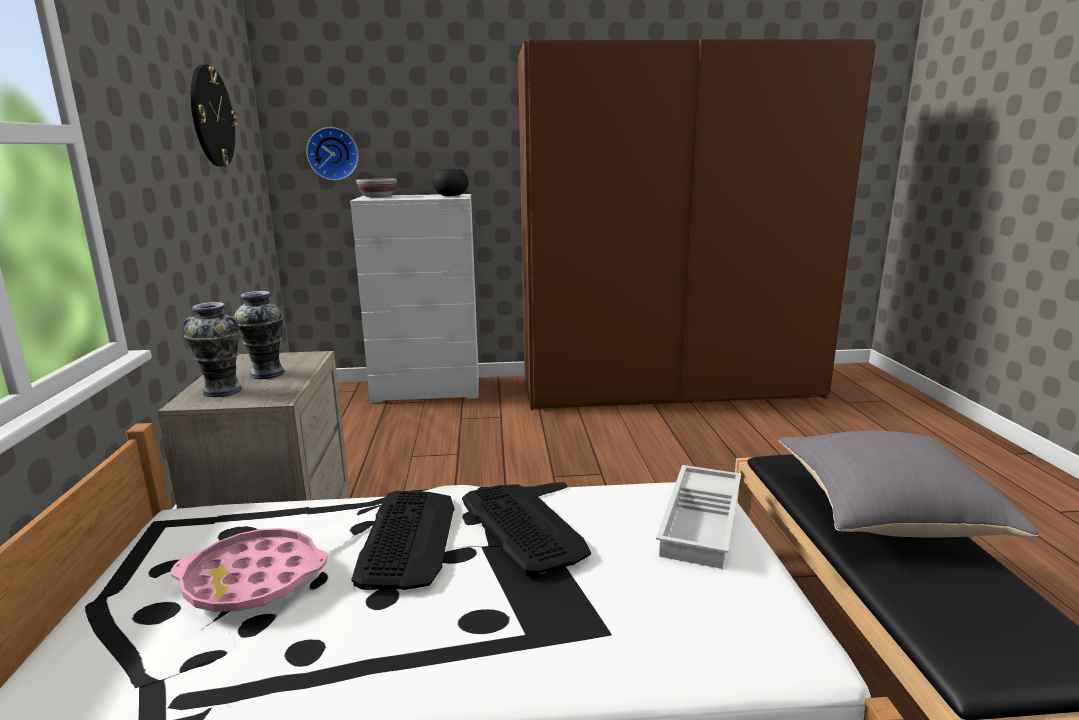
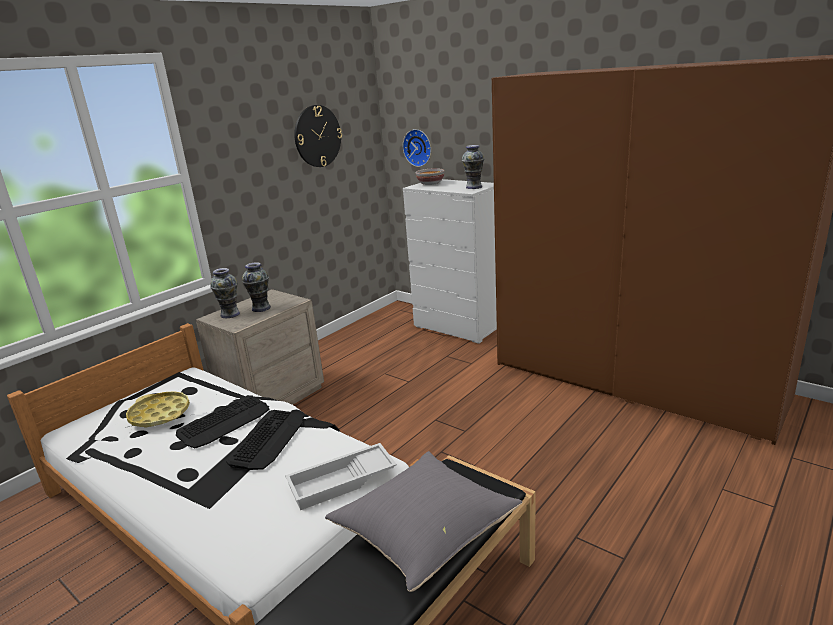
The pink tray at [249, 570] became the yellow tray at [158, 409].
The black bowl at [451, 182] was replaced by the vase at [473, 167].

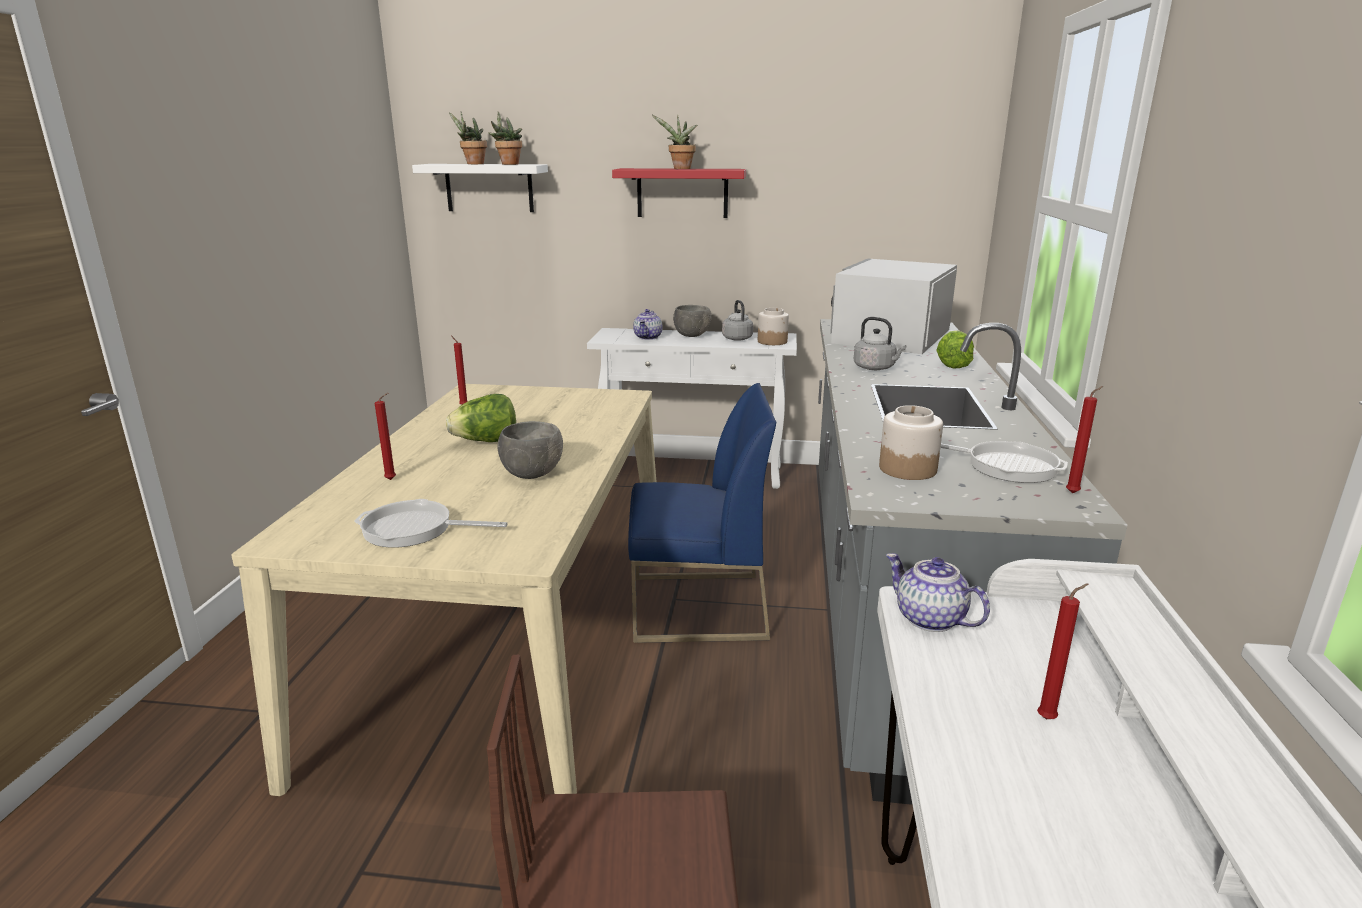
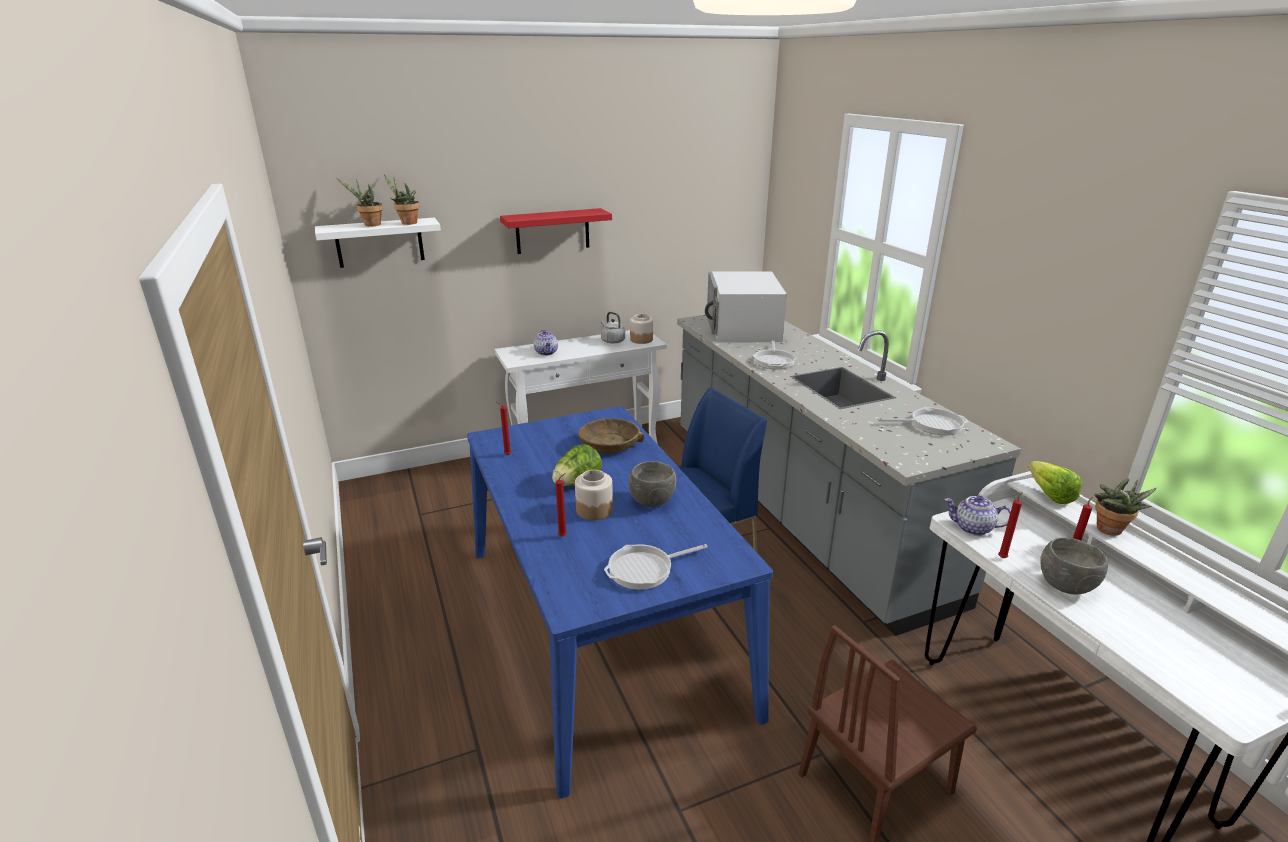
The beige dining table at [443, 590] became the blue dining table at [620, 602].
The potted plant moved from [674, 141] to [1125, 507].
The grey bowl moved from [692, 321] to [1074, 566].
The grey kettle at [880, 343] was replaced by the frying pan at [775, 354].
The jar moved from [911, 442] to [594, 495].
The lettuce moved from [955, 349] to [1055, 482].
The red candle moved from [1084, 439] to [1010, 525].
The brown bowl at [611, 436] appeared.

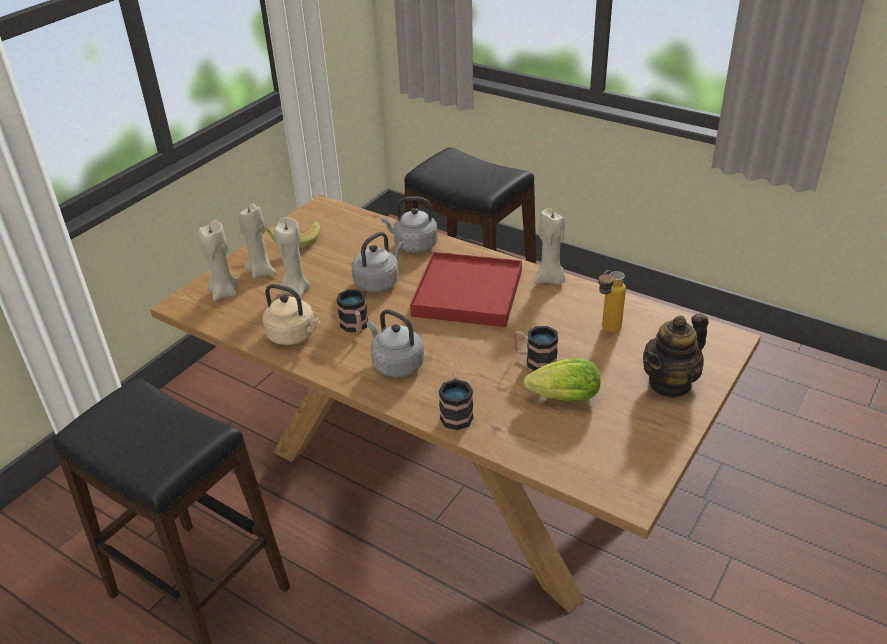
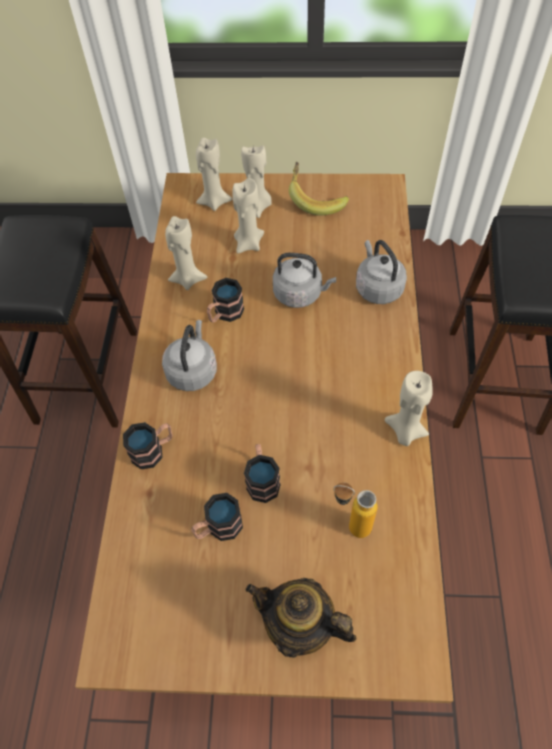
The beige kettle at [291, 314] was replaced by the beige candle at [186, 253].
The red tray at [466, 289] disappeared.
The lettuce at [562, 379] was replaced by the mug at [217, 517].

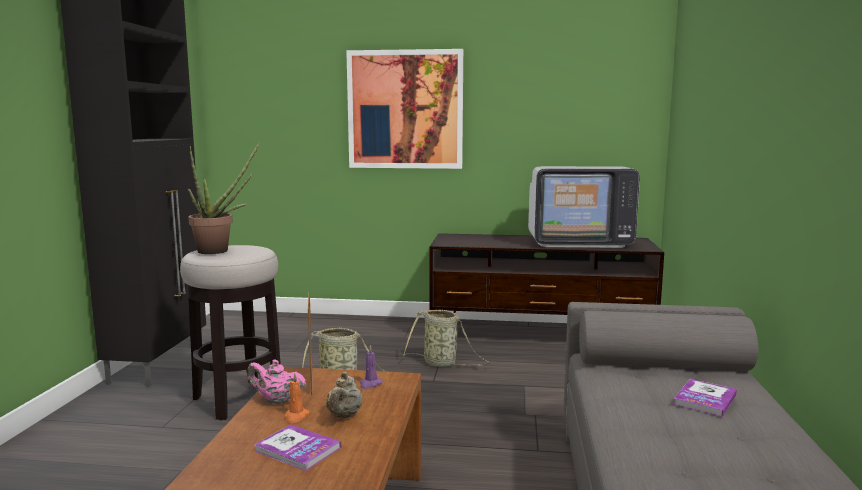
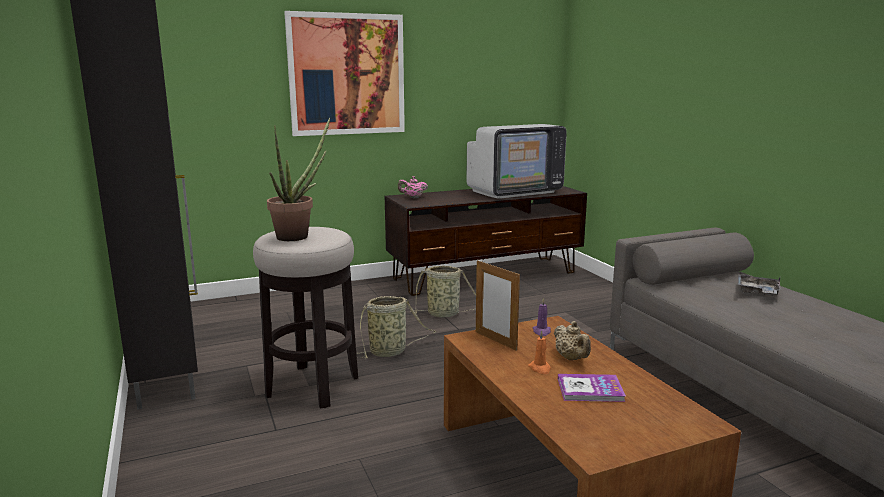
The pink teapot moved from [276, 381] to [413, 187].
The book at [705, 398] was replaced by the grey tray at [759, 285].

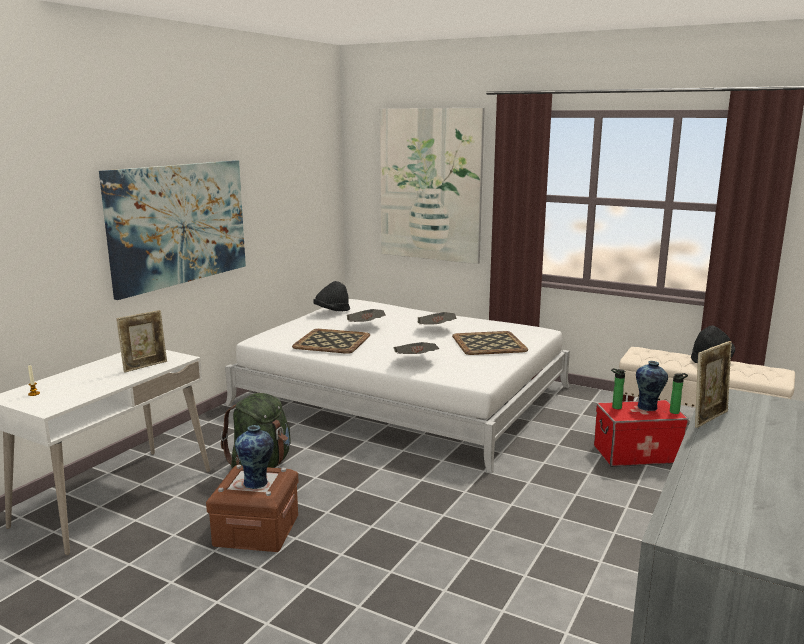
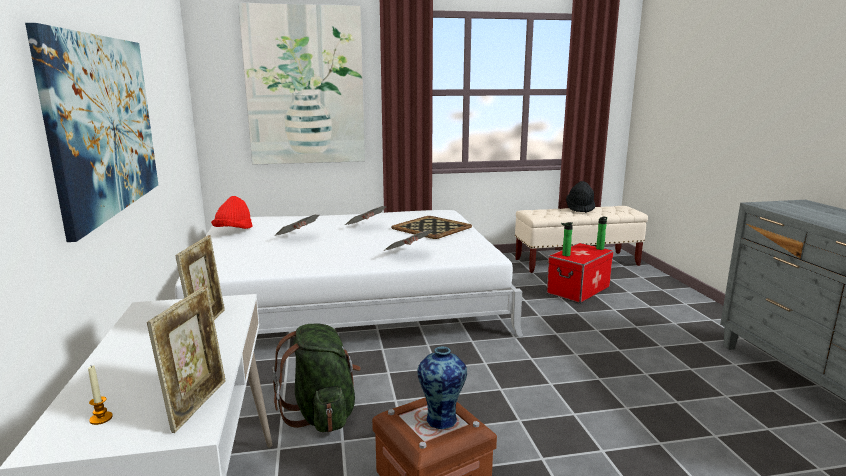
The tray at [331, 341] disappeared.
The black hat at [331, 296] became the red hat at [232, 212].
The vase at [652, 386] disappeared.
The picture frame moved from [713, 384] to [186, 359].

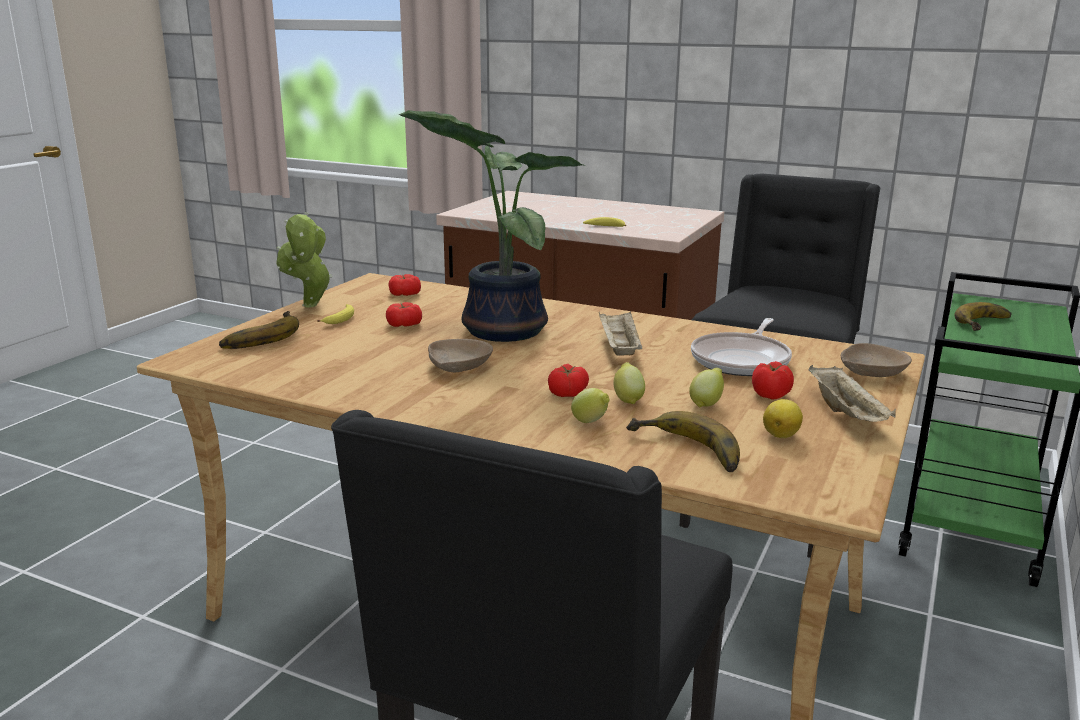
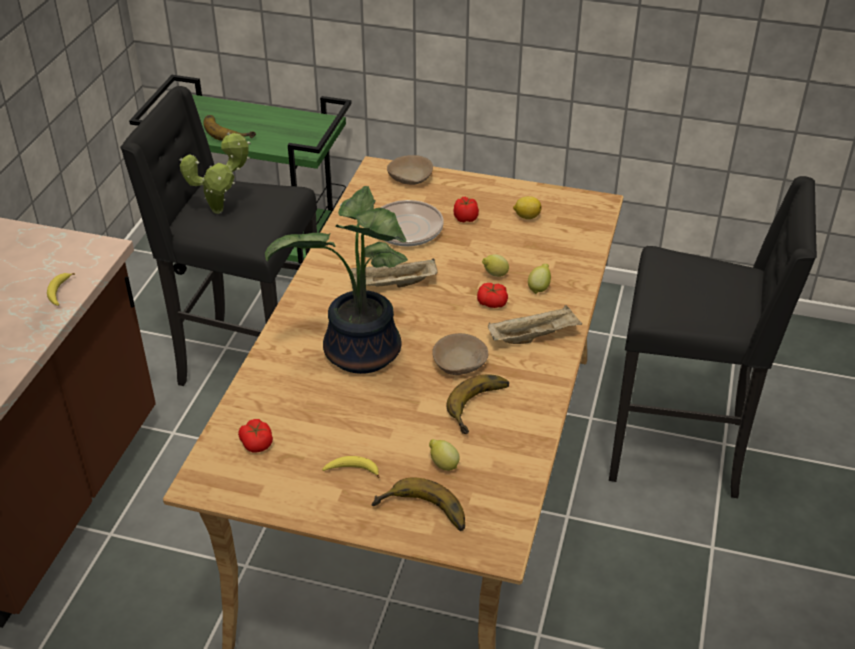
The potted plant moved from [304, 260] to [215, 173].
The tomato at [404, 314] disappeared.
The banana moved from [683, 441] to [477, 404].
The lemon moved from [706, 387] to [444, 455].
The beige tray moved from [852, 393] to [535, 324].

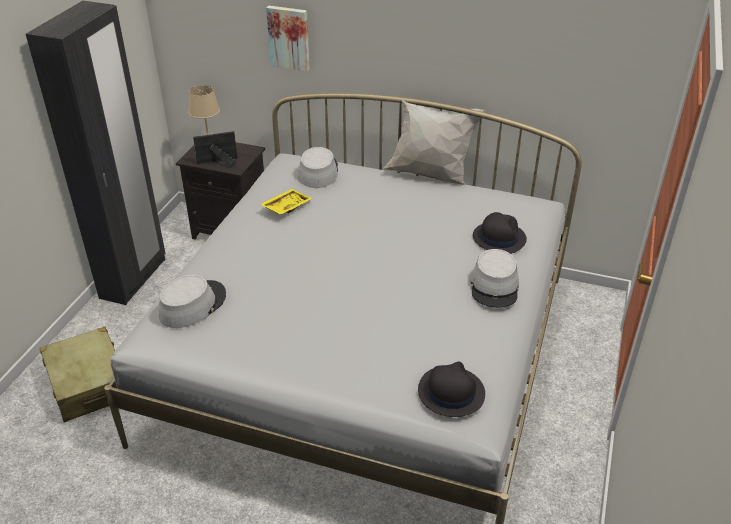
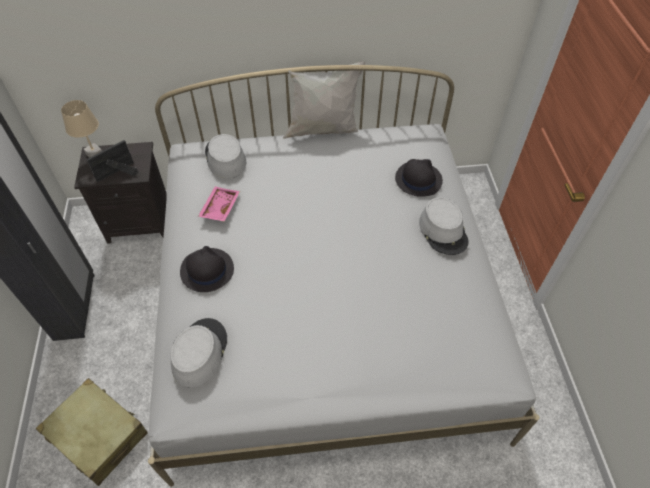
The yellow tray at [286, 202] became the pink tray at [219, 204].
The picture at [288, 39] disappeared.
The black hat moved from [451, 389] to [207, 269].

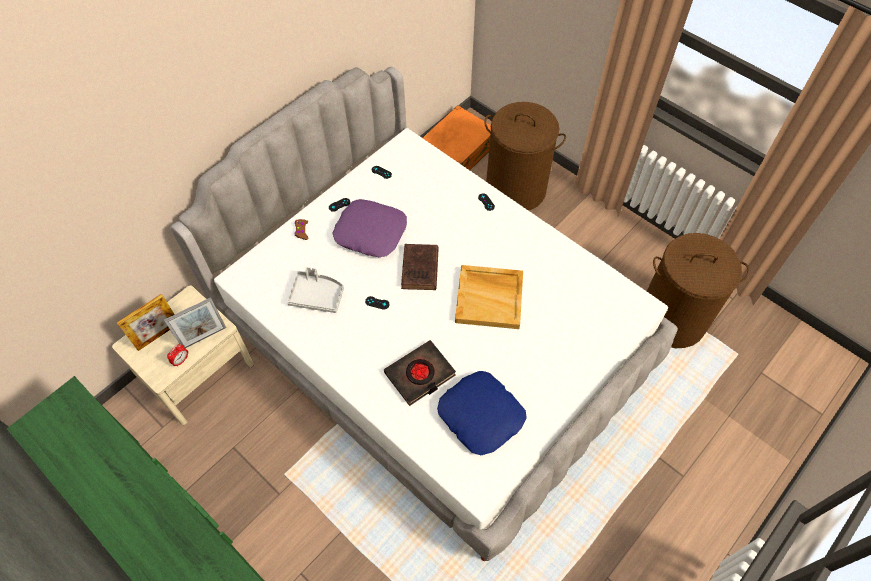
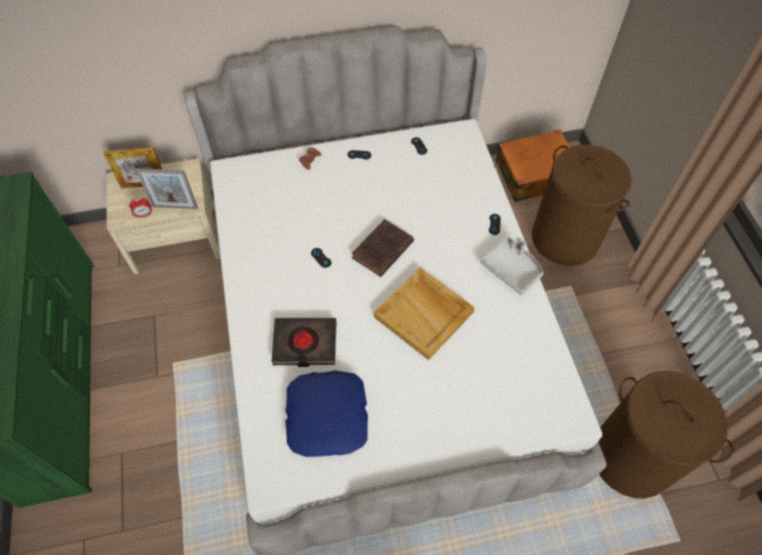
The grey tray moved from [315, 290] to [512, 265].
The purple pillow at [370, 228] disappeared.

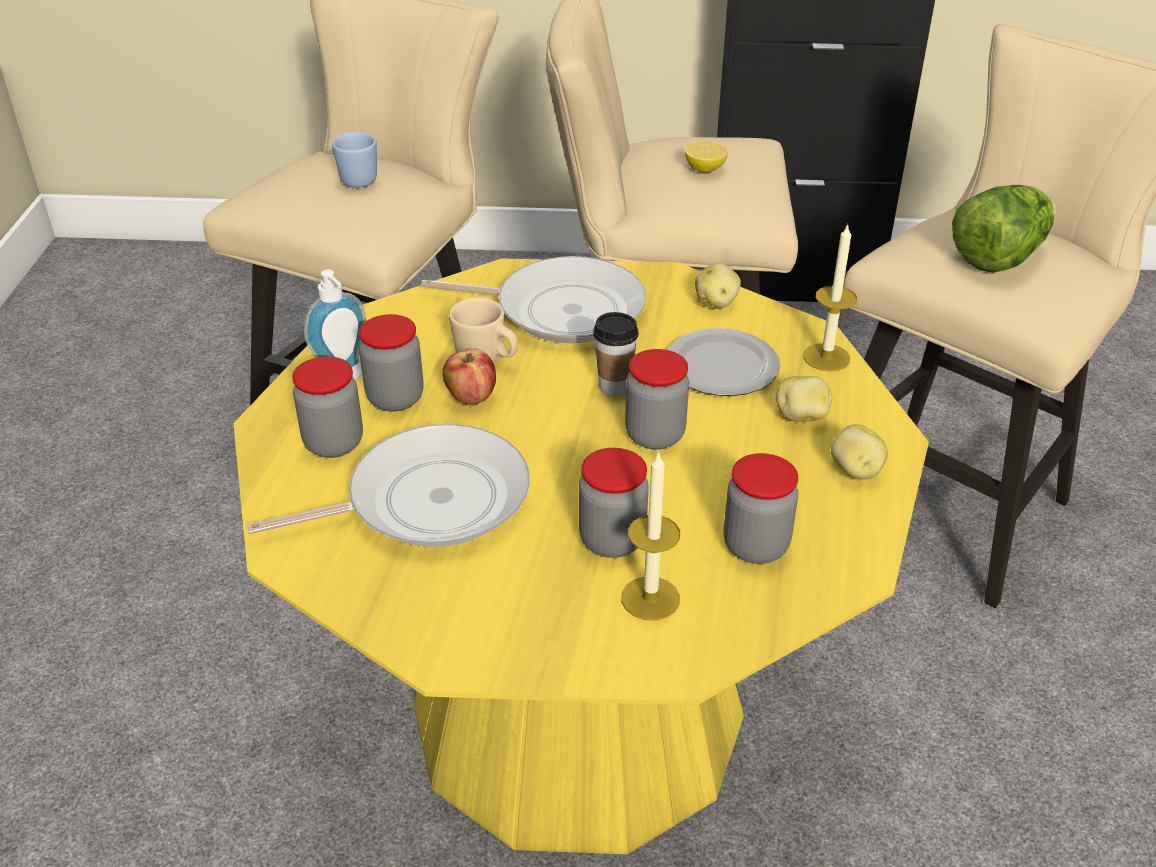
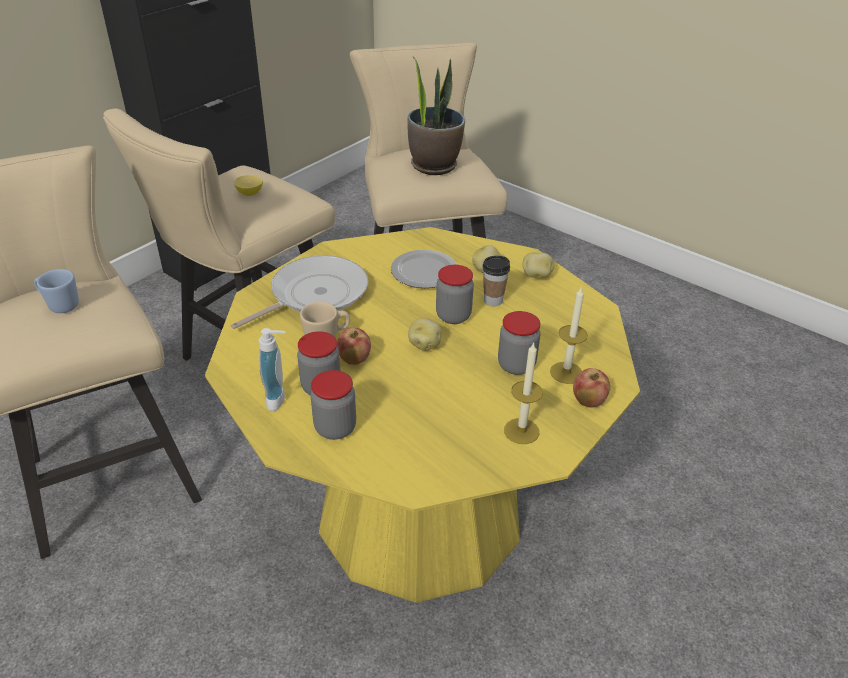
The frying pan at [388, 485] disappeared.
The cup moved from [616, 354] to [496, 281].
The potato moved from [718, 286] to [425, 334].
The jar at [760, 508] disappeared.
The candle moved from [830, 297] to [523, 393].
The lettuce at [1004, 229] was replaced by the potted plant at [436, 116].
The apple at [591, 388] appeared.

